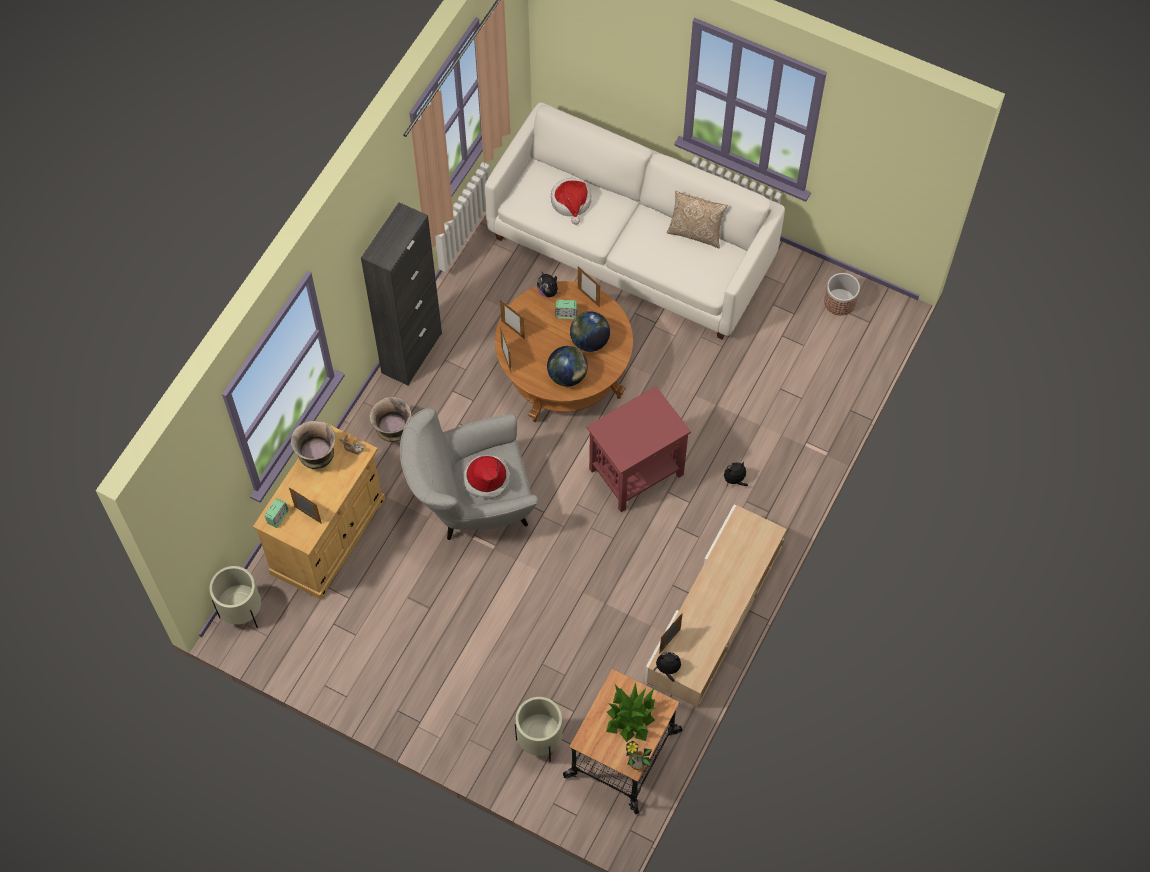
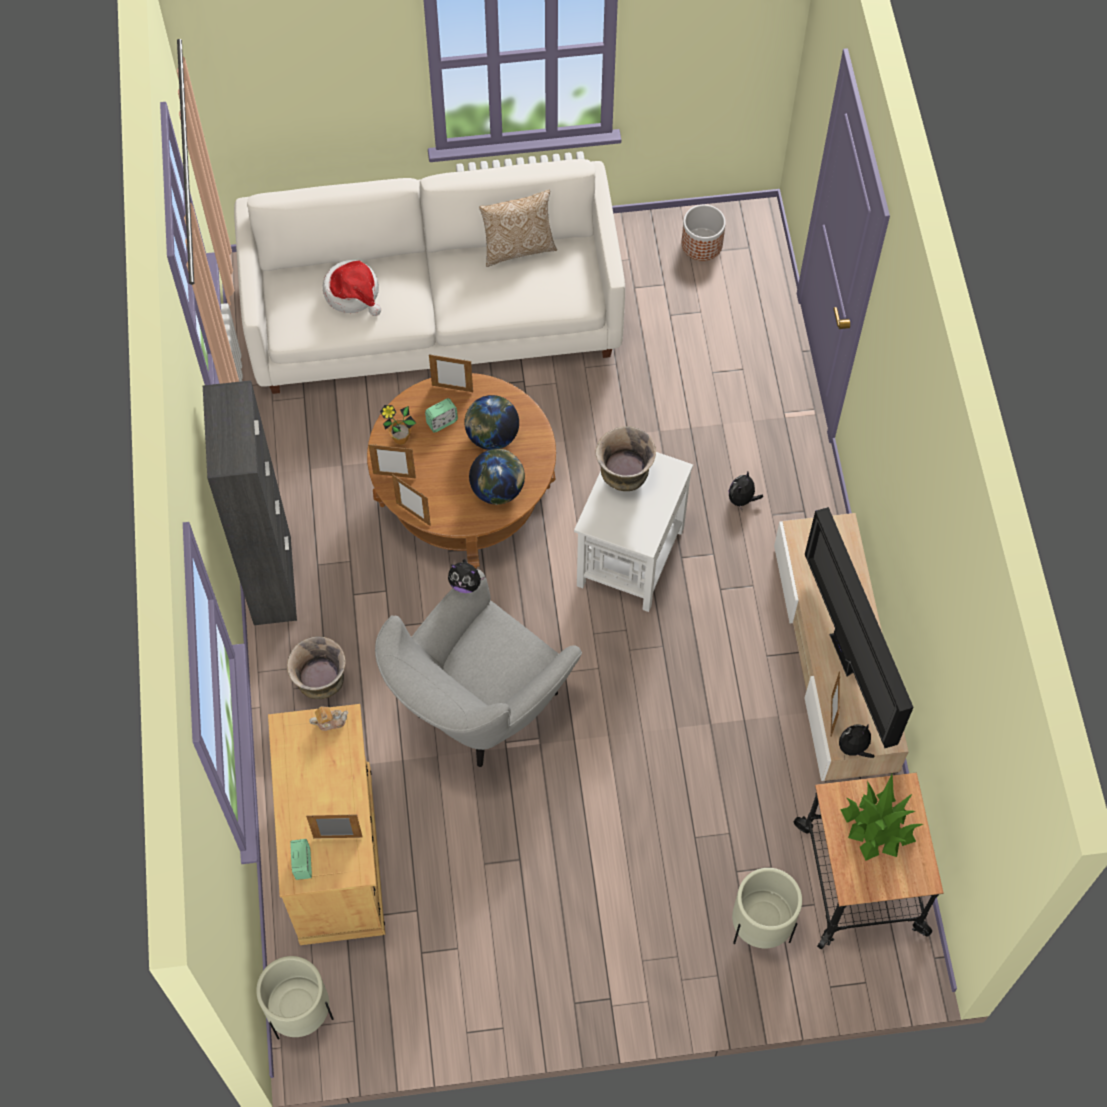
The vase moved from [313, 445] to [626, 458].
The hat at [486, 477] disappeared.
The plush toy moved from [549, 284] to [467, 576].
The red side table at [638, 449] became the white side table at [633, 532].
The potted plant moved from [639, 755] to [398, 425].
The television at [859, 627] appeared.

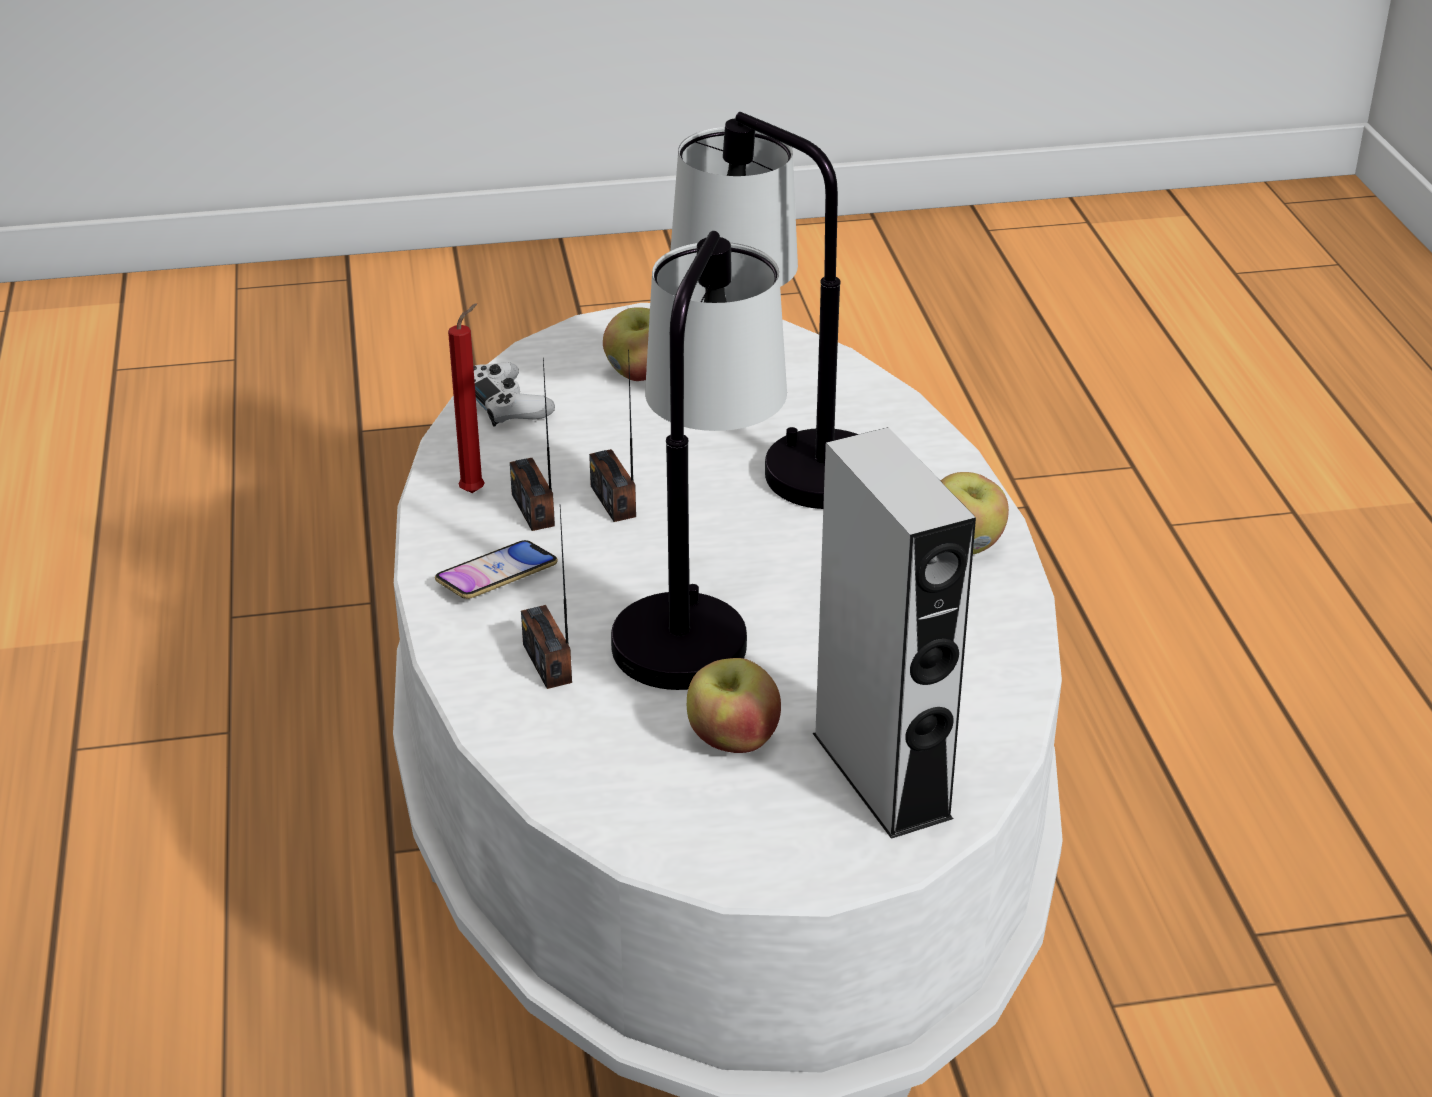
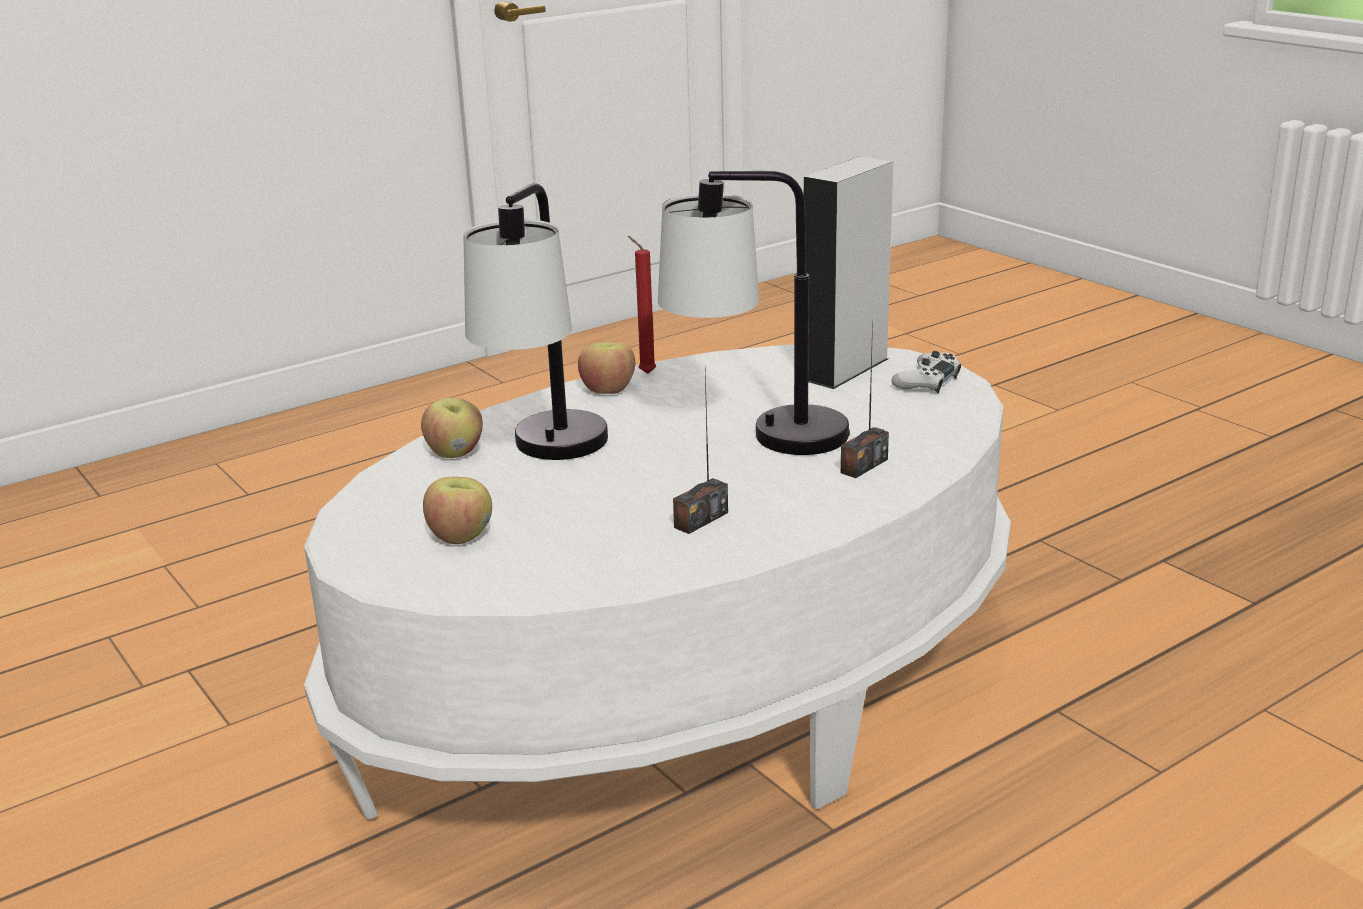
The phone at [496, 569] disappeared.
The red candle moved from [466, 398] to [642, 305].
The white game controller moved from [514, 394] to [926, 372].
The radio at [612, 435] disappeared.
The apple moved from [734, 705] to [452, 428].

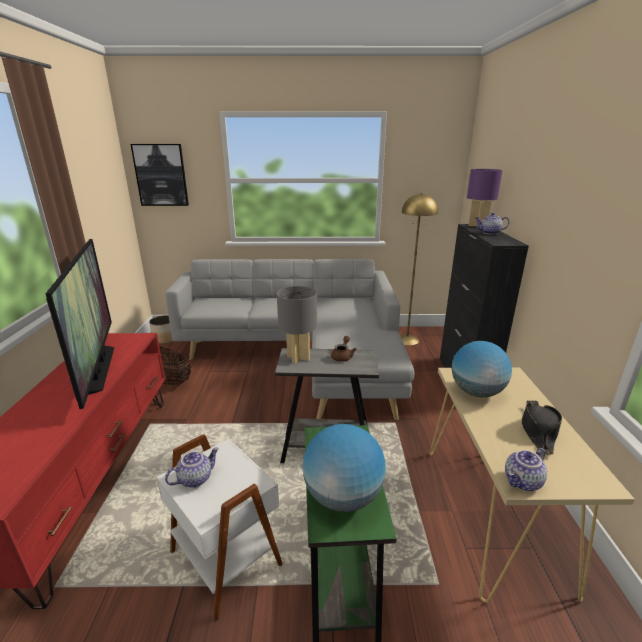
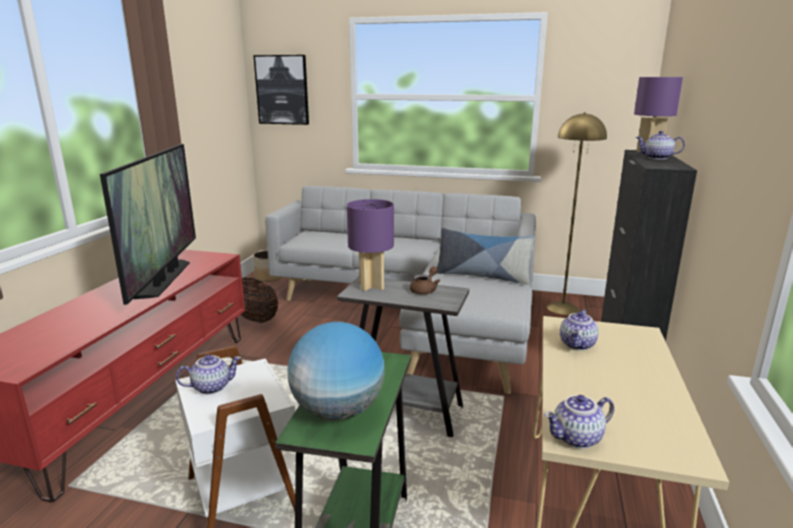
The grey table lamp at [297, 325] became the purple table lamp at [370, 245].
The globe at [482, 369] was replaced by the teapot at [579, 329].
The black hat at [542, 427] disappeared.
The pillow at [485, 256] appeared.

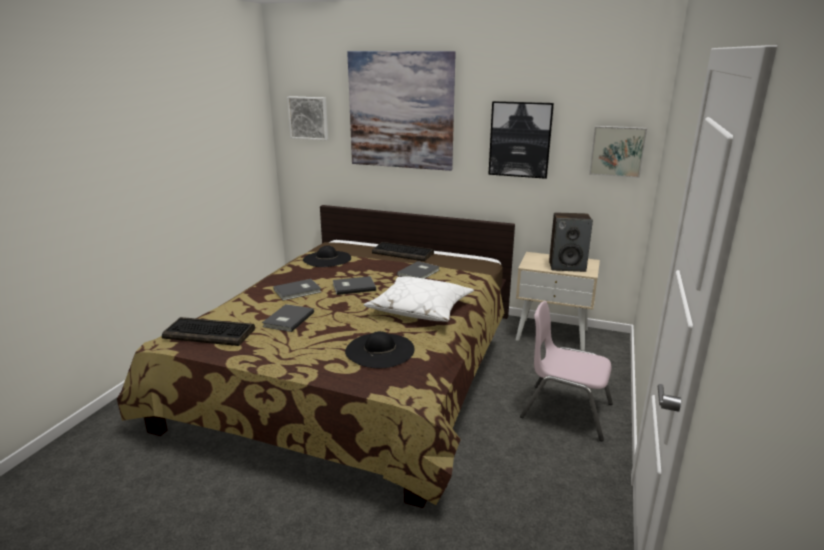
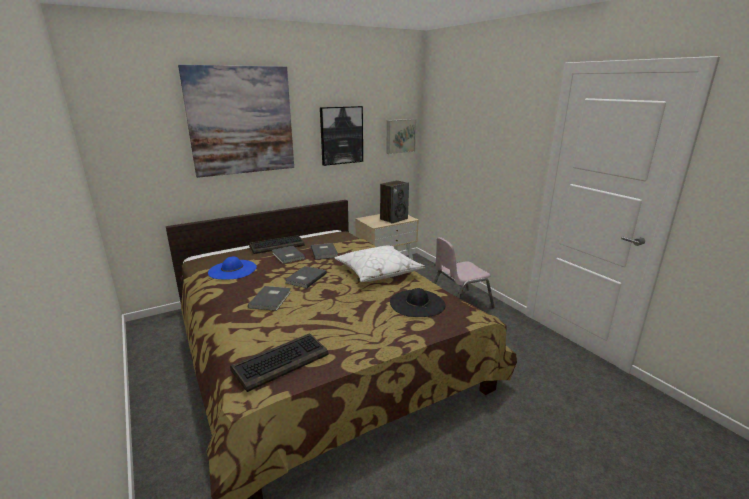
The grey book moved from [288, 318] to [288, 255].
The picture at [307, 118] disappeared.
The black hat at [327, 256] became the blue hat at [232, 268].

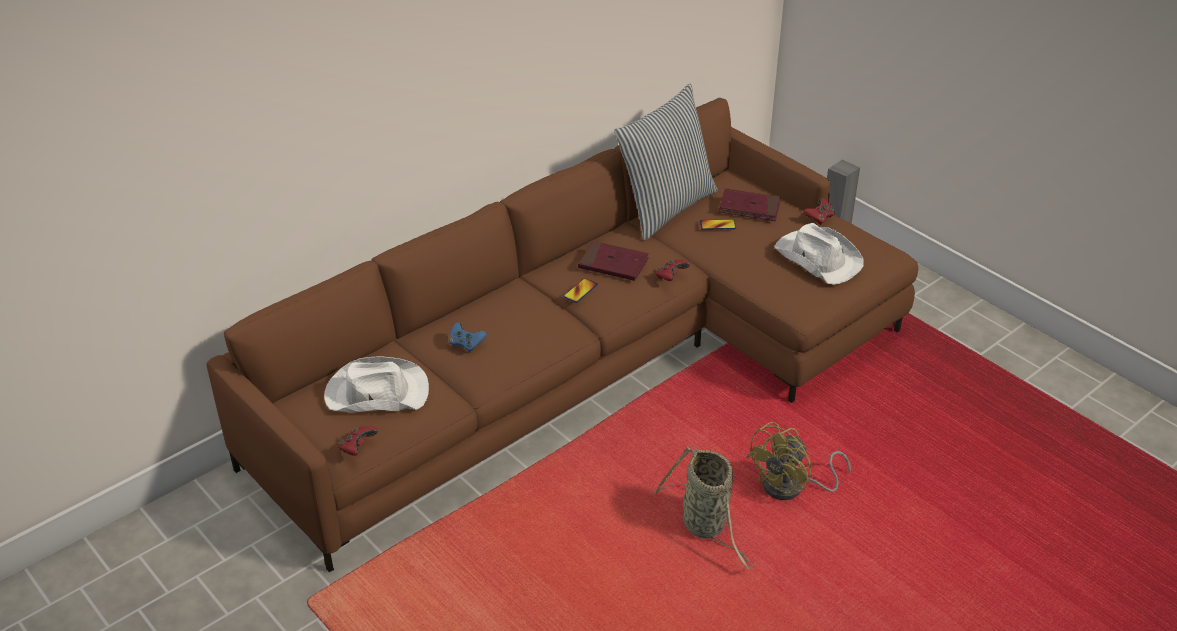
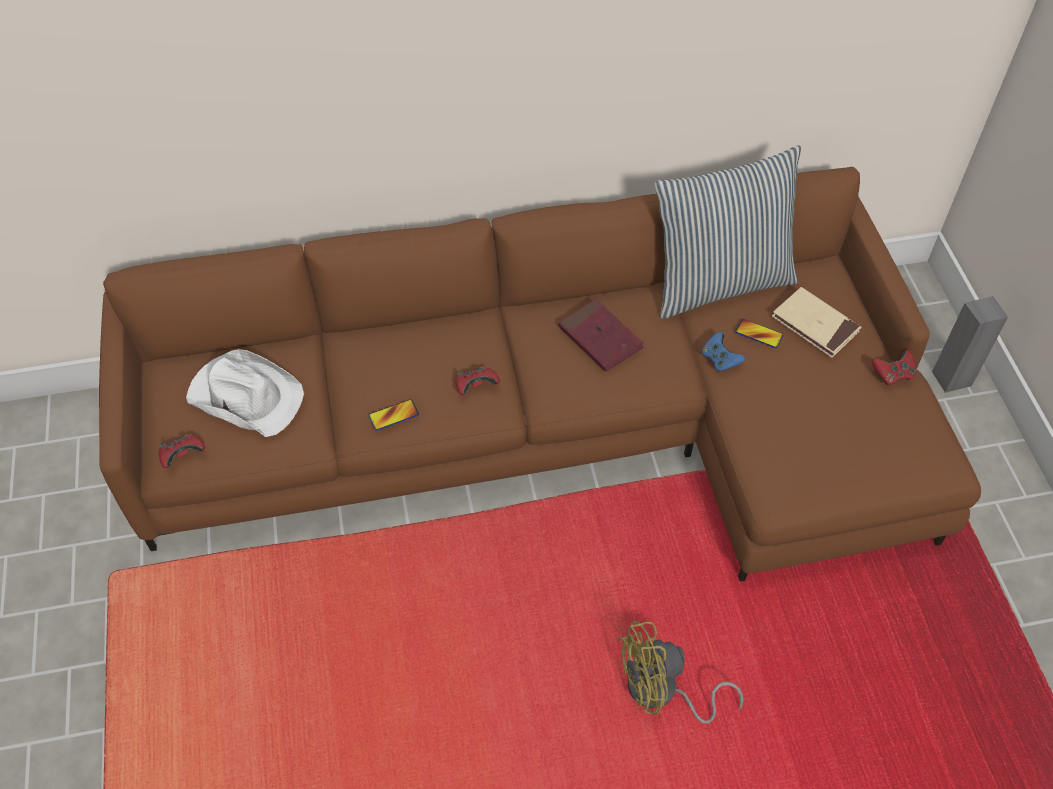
The blue game controller moved from [468, 337] to [724, 352].
The phone moved from [580, 290] to [394, 415].
The basket at [703, 508] disappeared.
The red game controller moved from [673, 270] to [478, 380].
The red book at [750, 204] became the beige book at [816, 322].
The white hat at [819, 254] disappeared.

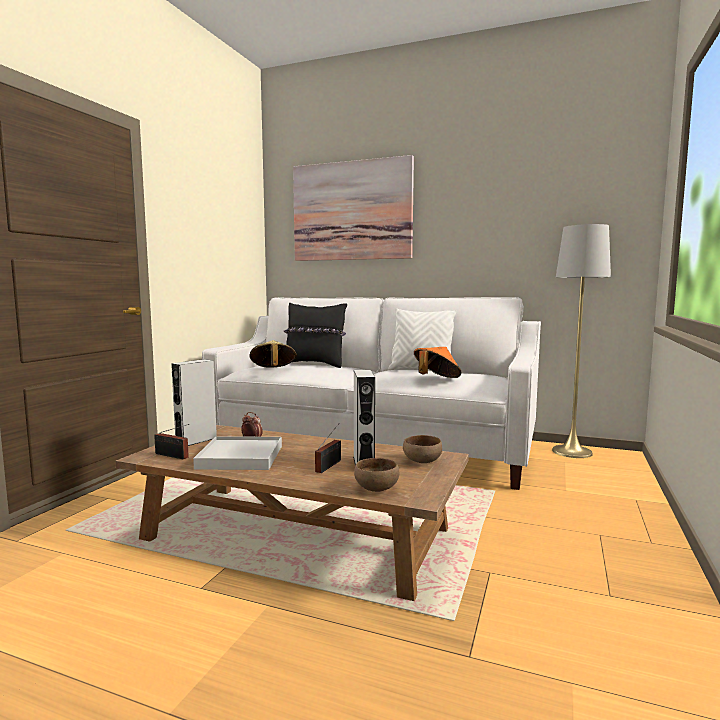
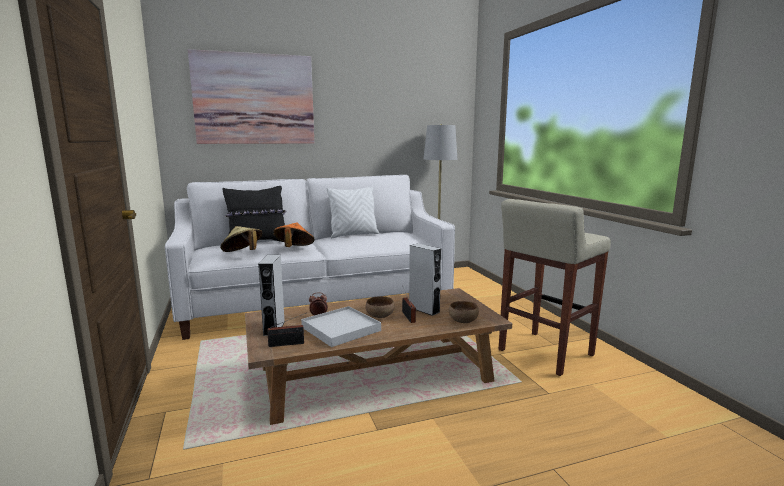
The brown bowl moved from [422, 449] to [380, 307].
The orange hat moved from [438, 362] to [294, 234].
The beige stool at [554, 287] appeared.

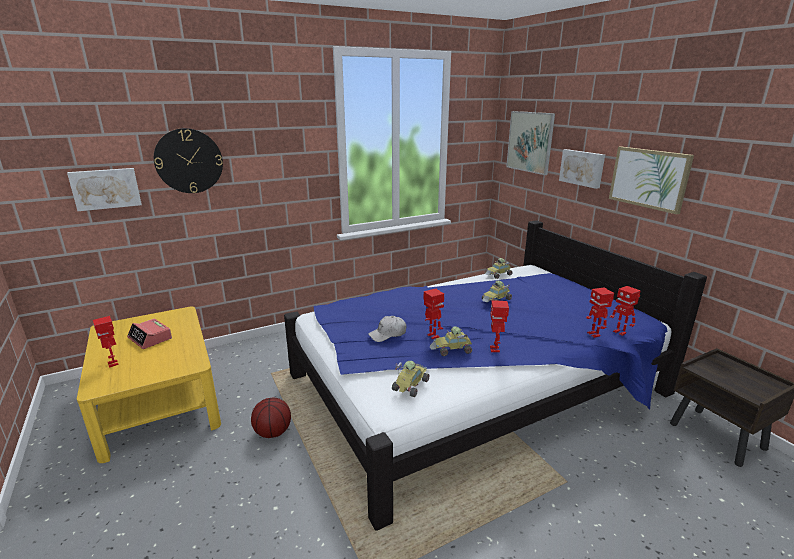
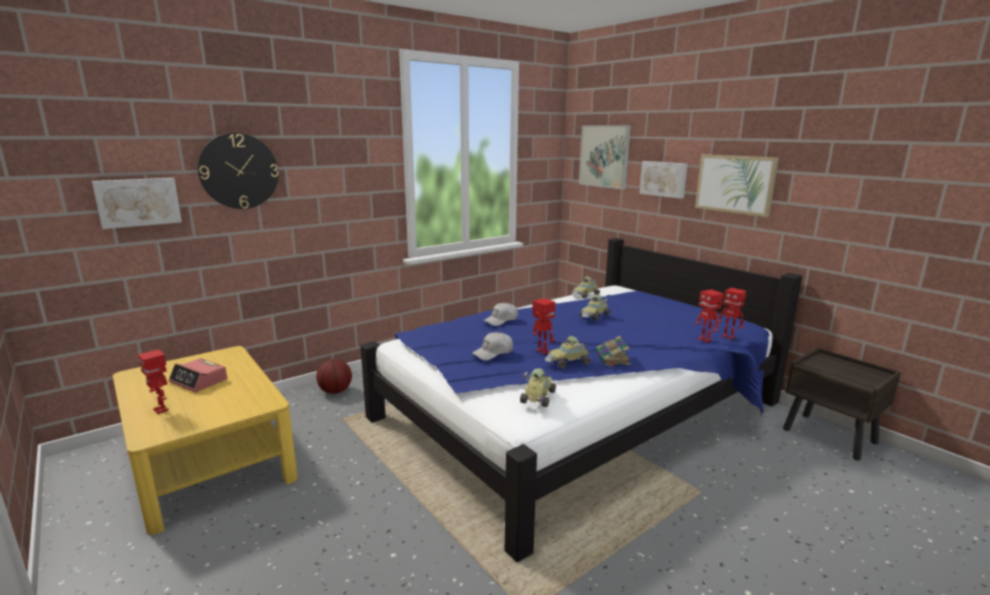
The basketball moved from [271, 418] to [334, 376].
The toy robot at [499, 326] was replaced by the book at [613, 351].
The white cap at [500, 314] appeared.

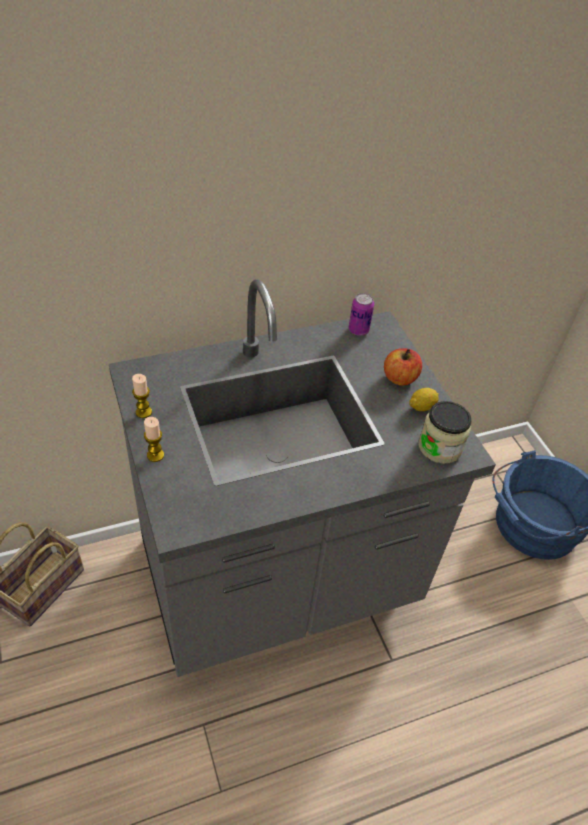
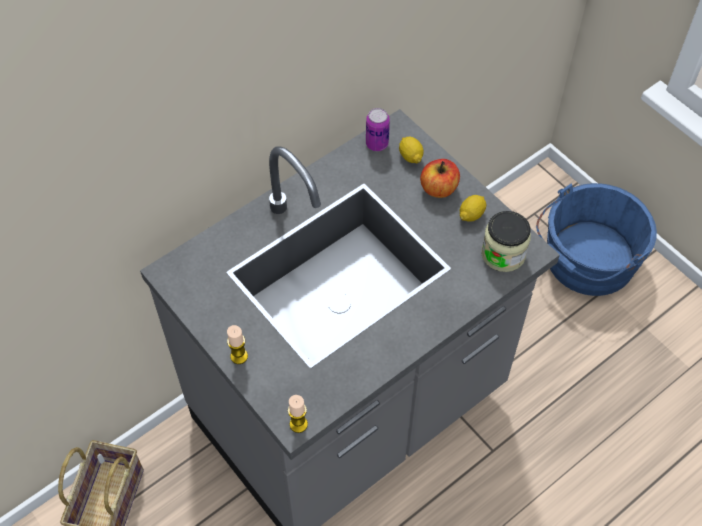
The candle moved from [142, 396] to [298, 414].
The lemon at [411, 150] appeared.

